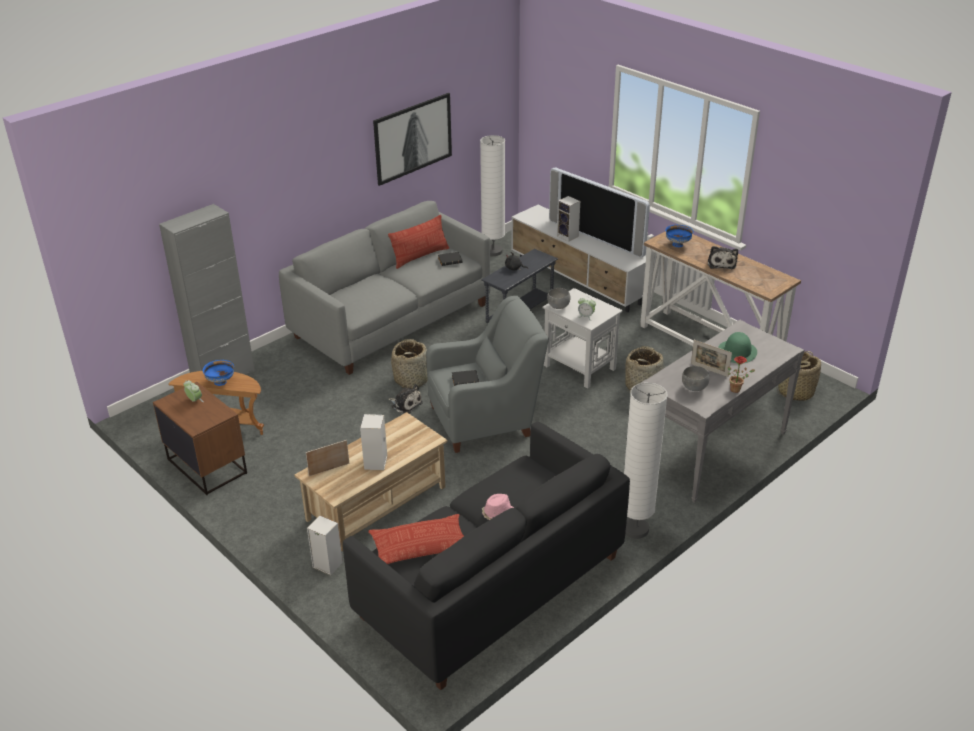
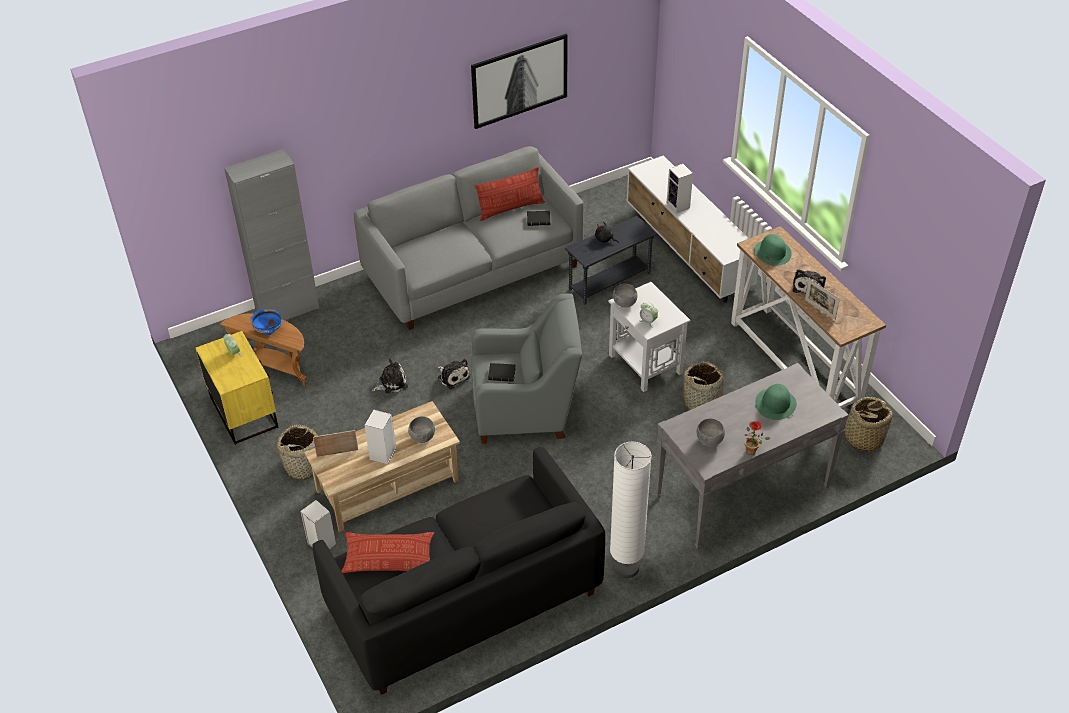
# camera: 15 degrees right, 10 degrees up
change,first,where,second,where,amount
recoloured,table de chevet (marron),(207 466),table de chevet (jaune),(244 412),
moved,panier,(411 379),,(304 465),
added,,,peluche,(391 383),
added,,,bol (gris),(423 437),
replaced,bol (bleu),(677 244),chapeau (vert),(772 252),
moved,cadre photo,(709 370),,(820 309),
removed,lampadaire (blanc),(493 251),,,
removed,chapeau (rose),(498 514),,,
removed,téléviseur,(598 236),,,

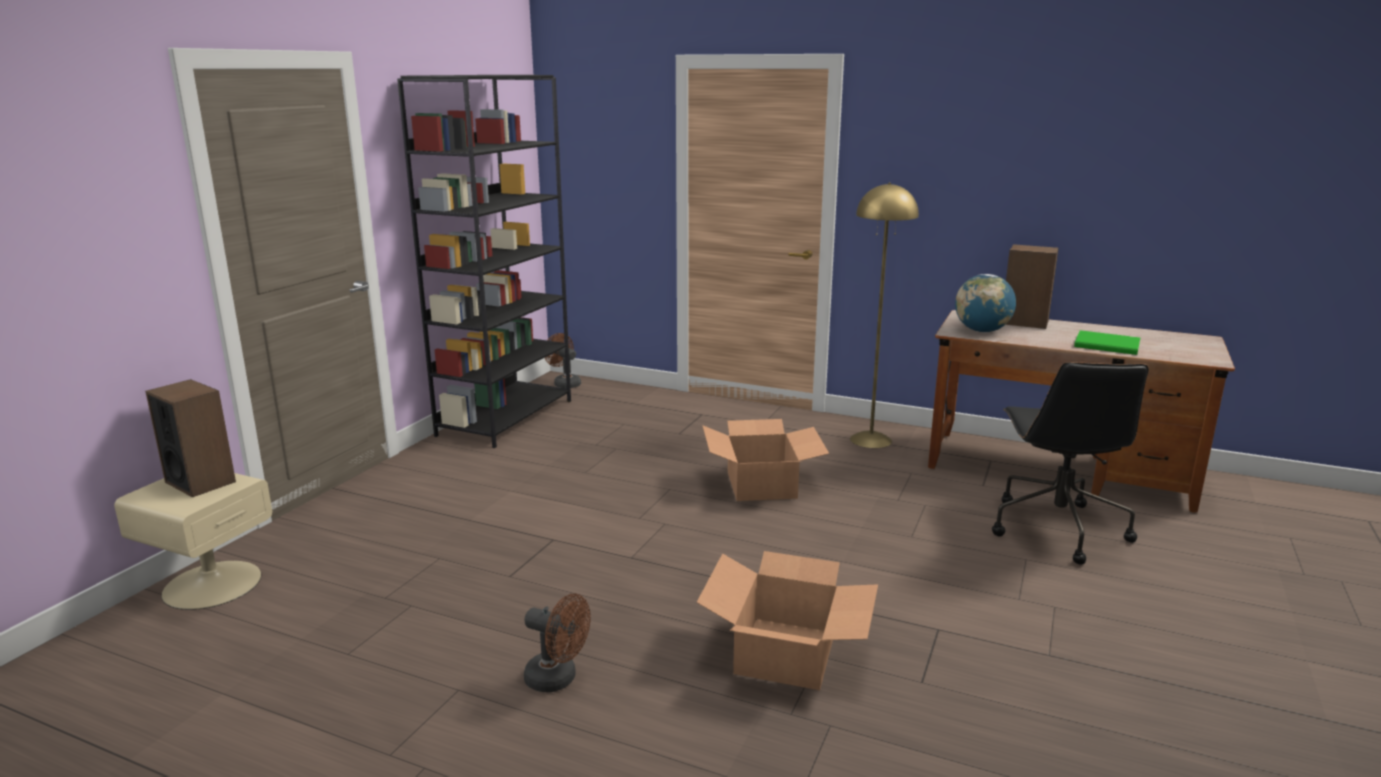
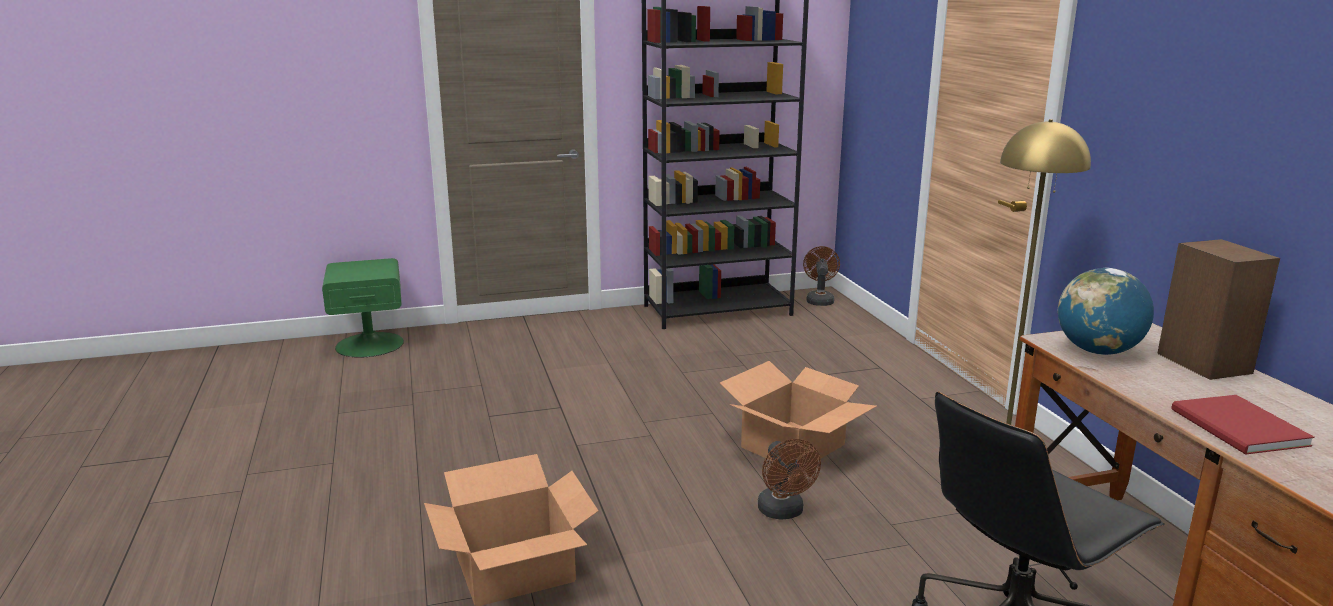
# camera: 50 degrees right, 0 degrees up
change,first,where,second,where,amount
recoloured,table de chevet (beige),(211 584),table de chevet (vert),(370 344),
moved,ventilateur (marron),(558 679),,(783 512),
recoloured,livre (vert),(1108 345),livre (rouge),(1238 429),
removed,enceinte,(200 482),,,

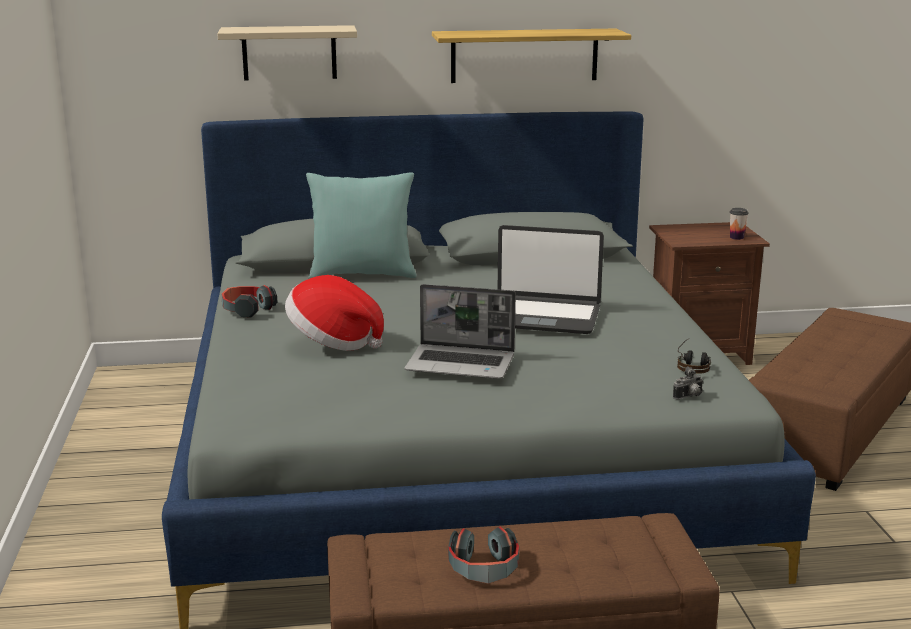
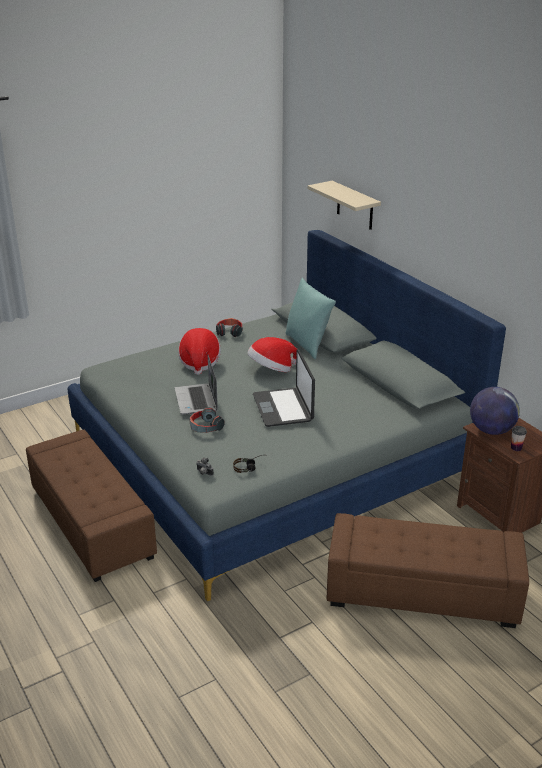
# camera: 65 degrees right, 10 degrees up
change,first,where,second,where,amount
moved,casque audio,(484 568),,(205 427),
added,,,chapeau,(271 370),
added,,,globe,(491 430),
removed,étagère,(524 55),,,

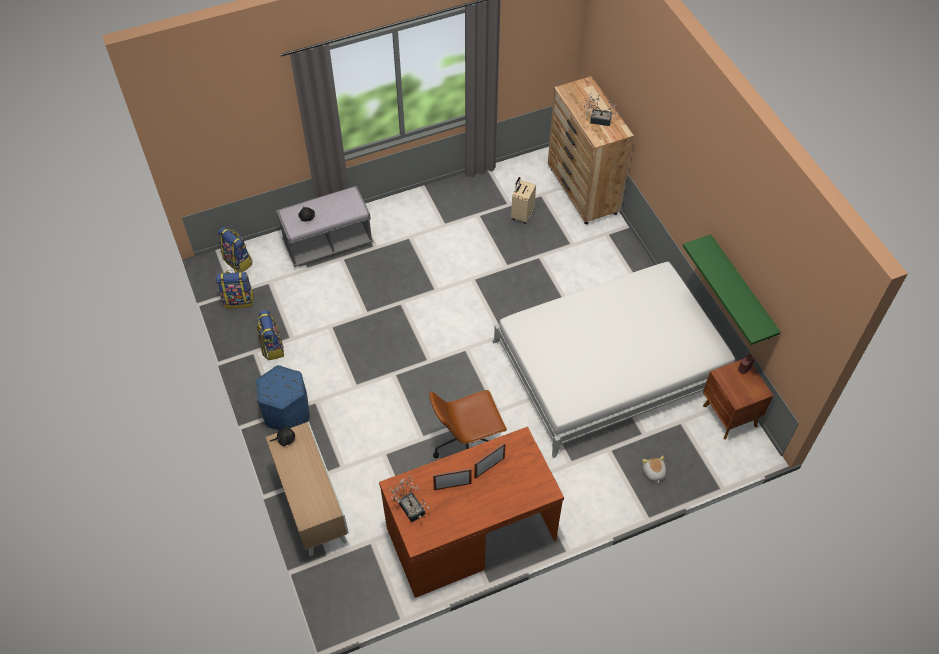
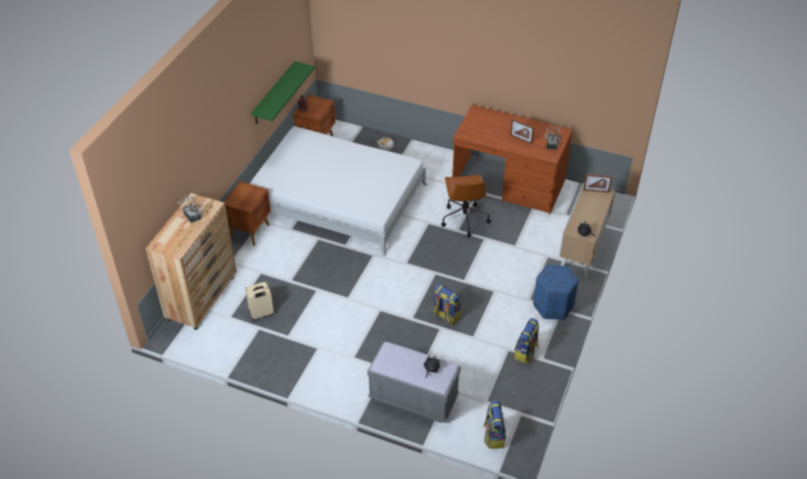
# camera: 135 degrees left, 10 degrees down
change,first,where,second,where,amount
added,,,table de chevet (marron),(250 231),
moved,sac à dos,(239 300),,(445 315),
turned,chaise de bureau (marron),(467 445),,(464 219),60 degrees clockwise
moved,cadre photo,(489 467),,(596 191),

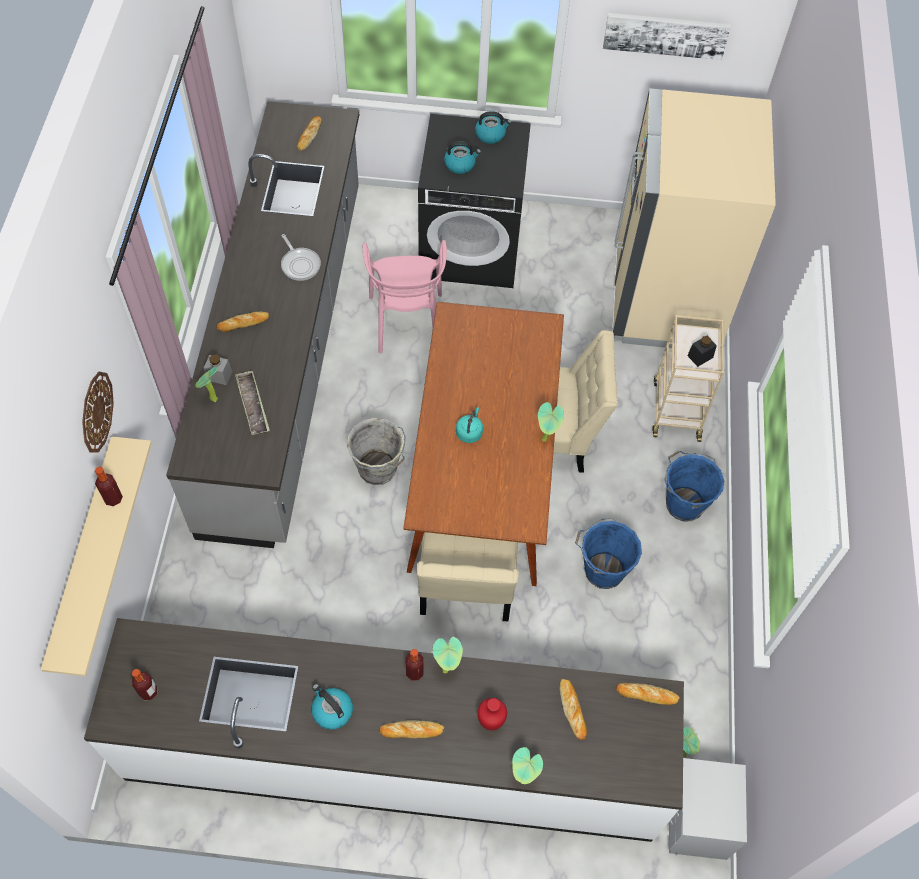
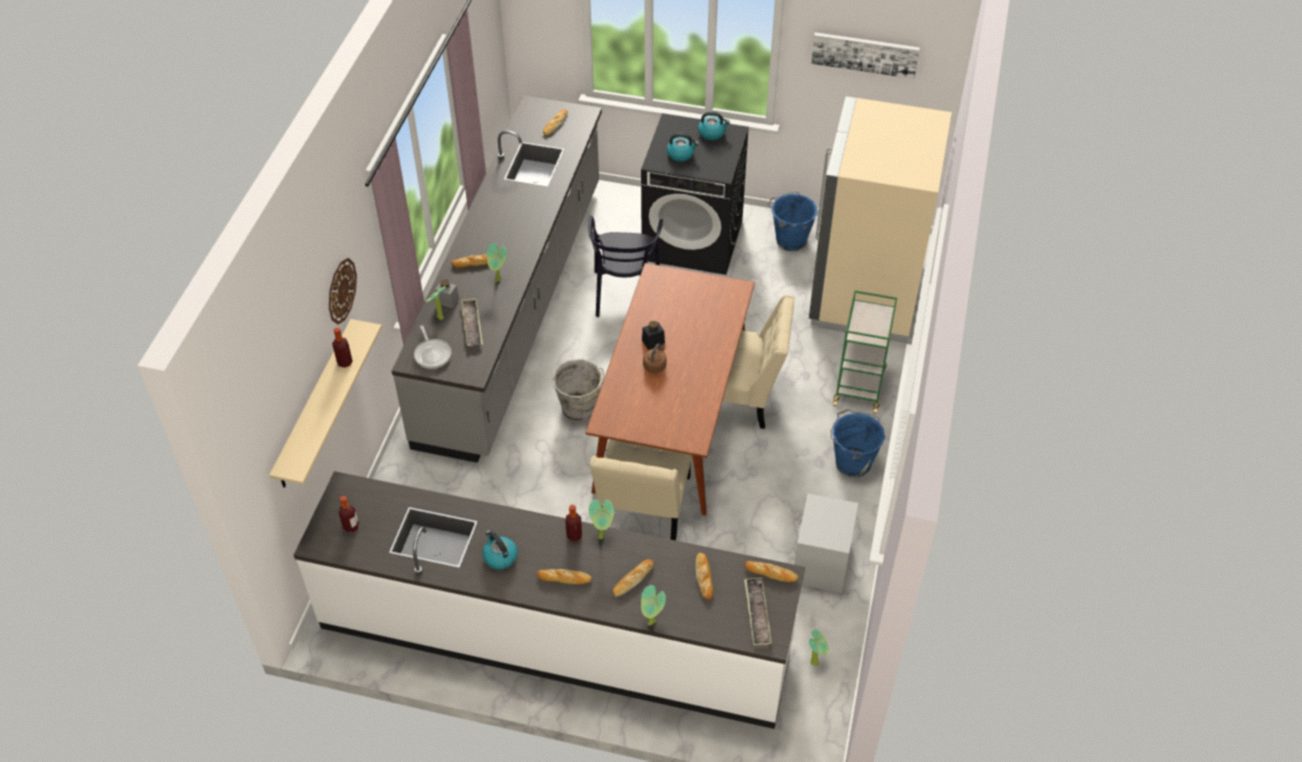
# camera: 10 degrees right, 10 degrees down
change,first,where,second,where,amount
moved,poêle,(300 264),,(432 354),
moved,plante en pot,(546 439),,(498 280),
recoloured,chaise (rose),(406 321),chaise (noir),(625 294),
replaced,vase (rouge),(491 722),pain,(633 579),
moved,bocal (noir),(700 356),,(653 342),
recoloured,bouilloire (turquoise),(469 432),bouilloire (marron),(655 365),
added,,,plateau,(757 614),
moved,seau (bleu),(602 570),,(790 240),
moved,table de chevet (gris),(697 819),,(821 563),
recoloured,chariot (beige),(676 409),chariot (vert),(859 385),

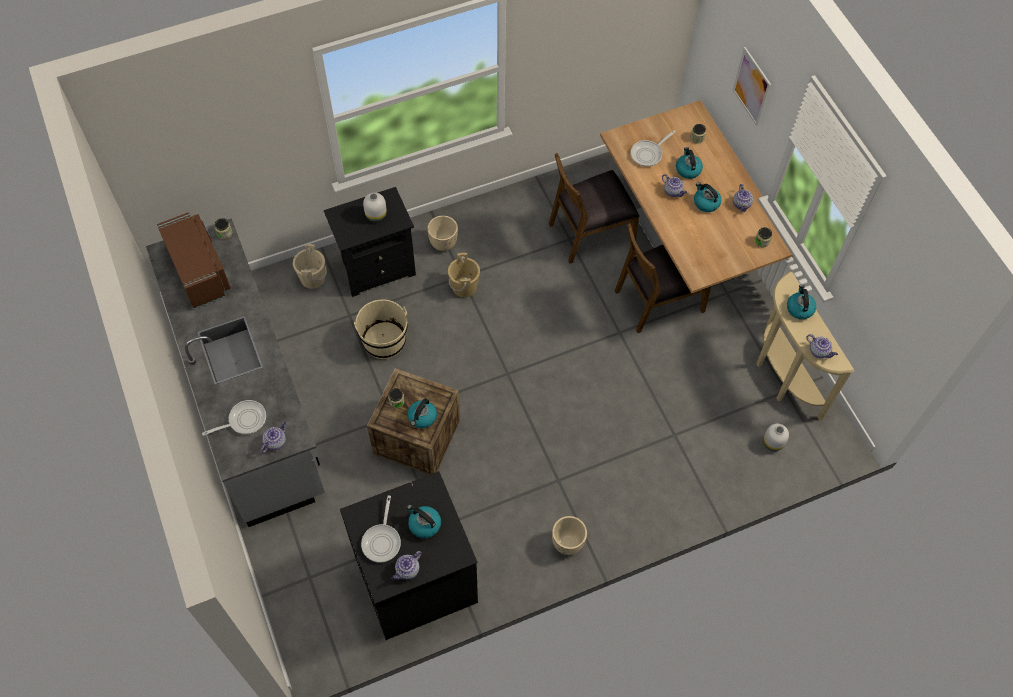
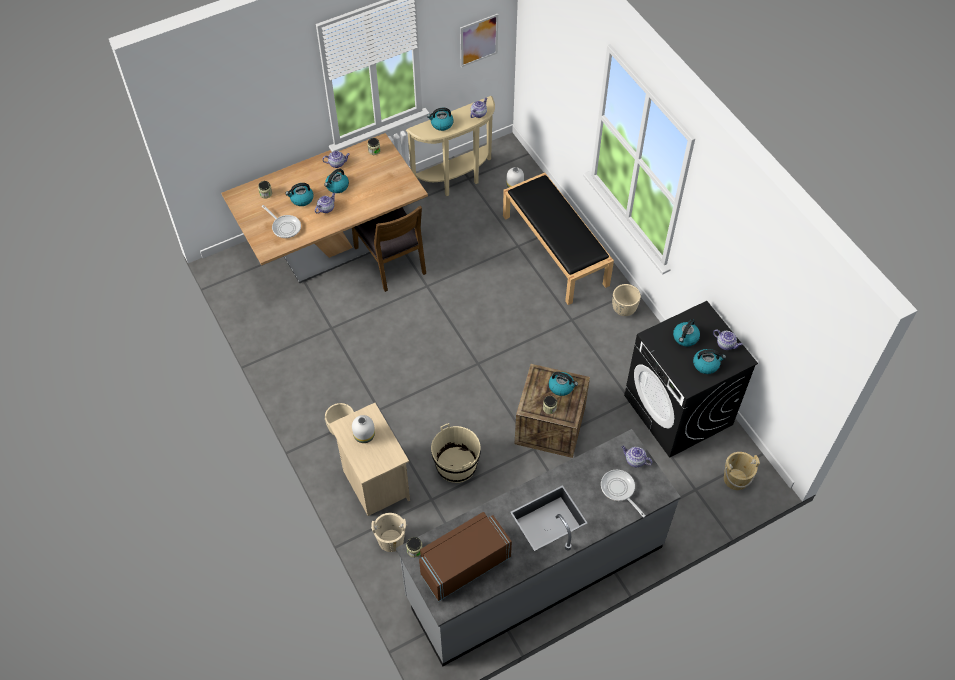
# camera: 95 degrees left, 5 degrees down
change,first,where,second,where,amount
recoloured,table de chevet (noir),(377 267),table de chevet (beige),(374 483),
moved,tableau,(752 87),,(478 40),
added,,,banc (noir),(556 250),
replaced,poêle,(382 540),bouilloire,(706 364),
moved,seau (beige),(464 286),,(735 479),
removed,chaise (marron),(590 232),,,

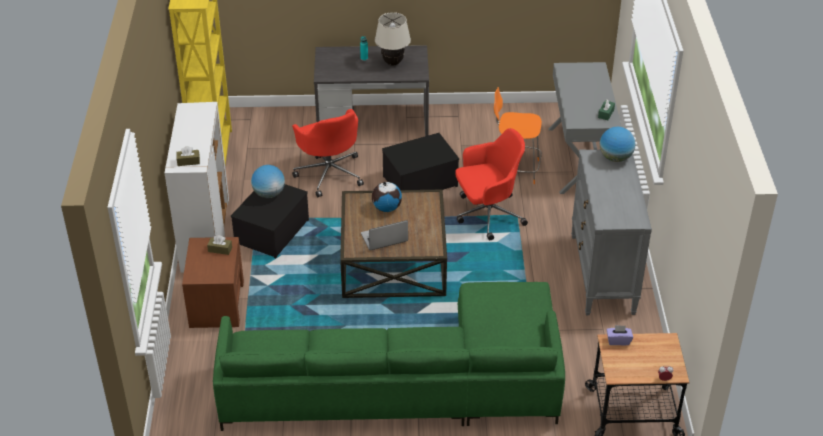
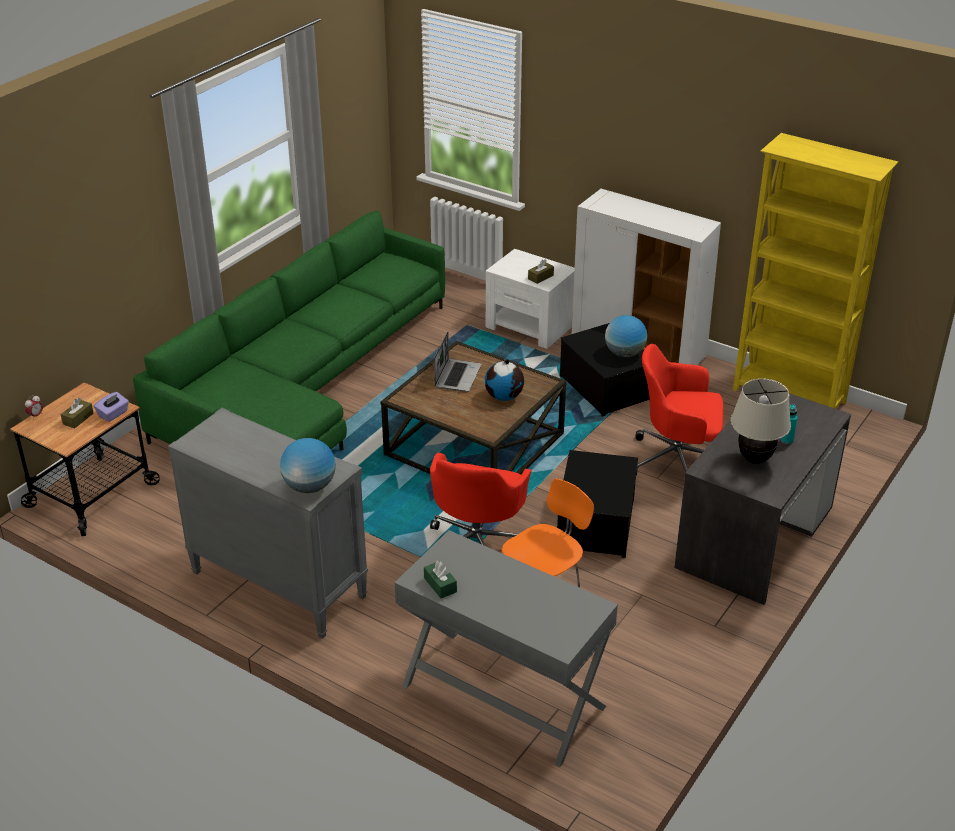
# camera: 125 degrees right, 5 degrees down
change,first,where,second,where,amount
moved,boîte à mouchoirs (marron),(188 161),,(78 419),
recoloured,table de chevet (marron),(217 303),table de chevet (blanc),(530 326),

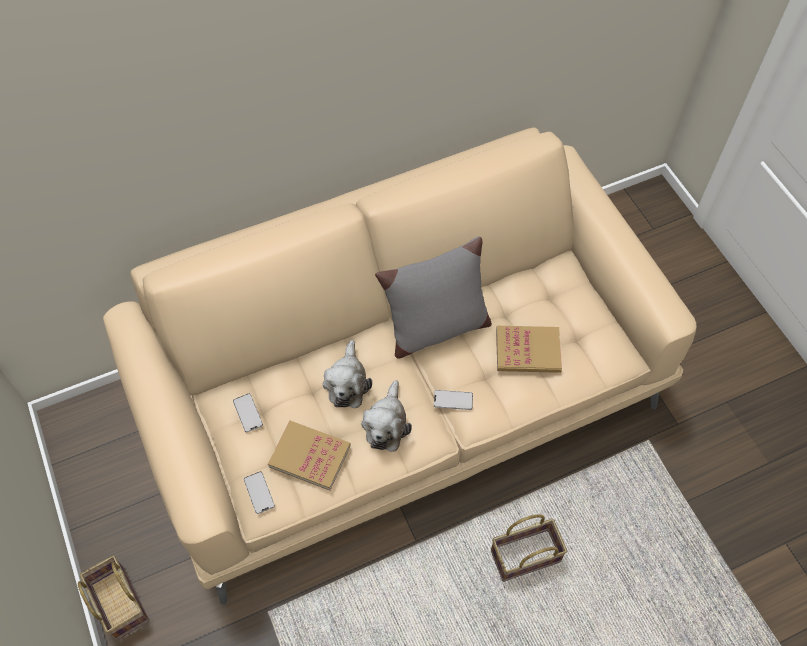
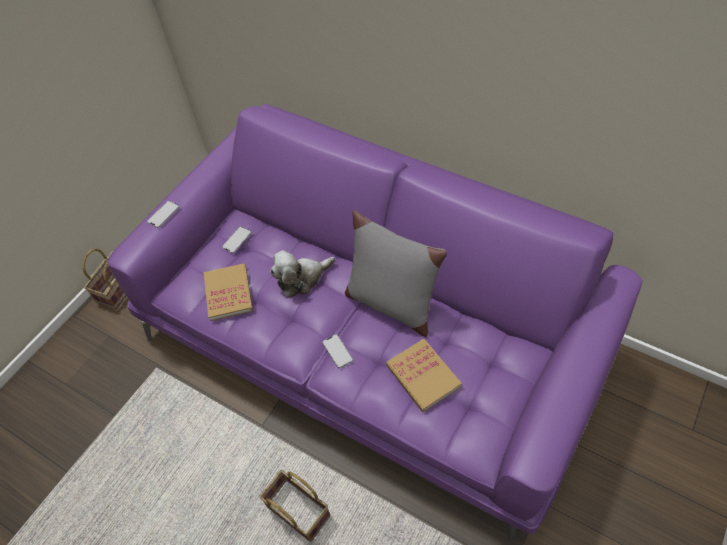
# camera: 60 degrees right, 5 degrees down
change,first,where,second,where,amount
recoloured,canapé (beige),(403 393),canapé (violet),(370 342),
moved,téléphone,(259 493),,(163 214),
removed,peluche,(386 424),,,

